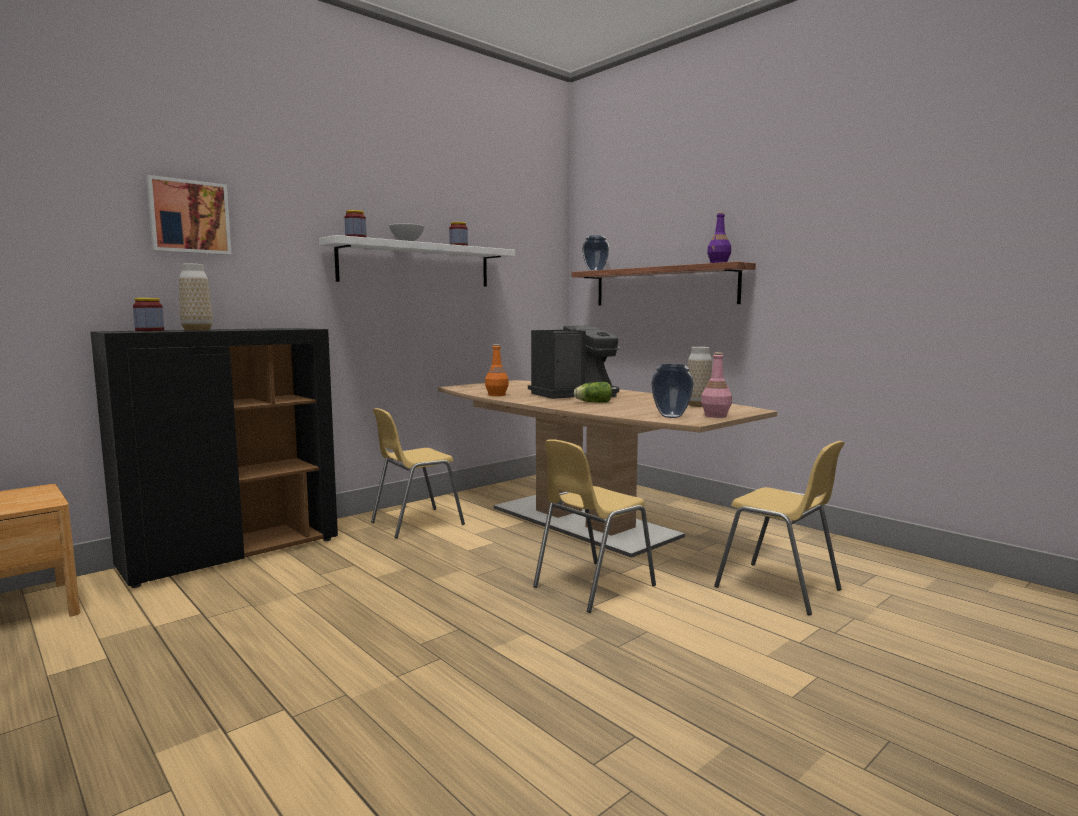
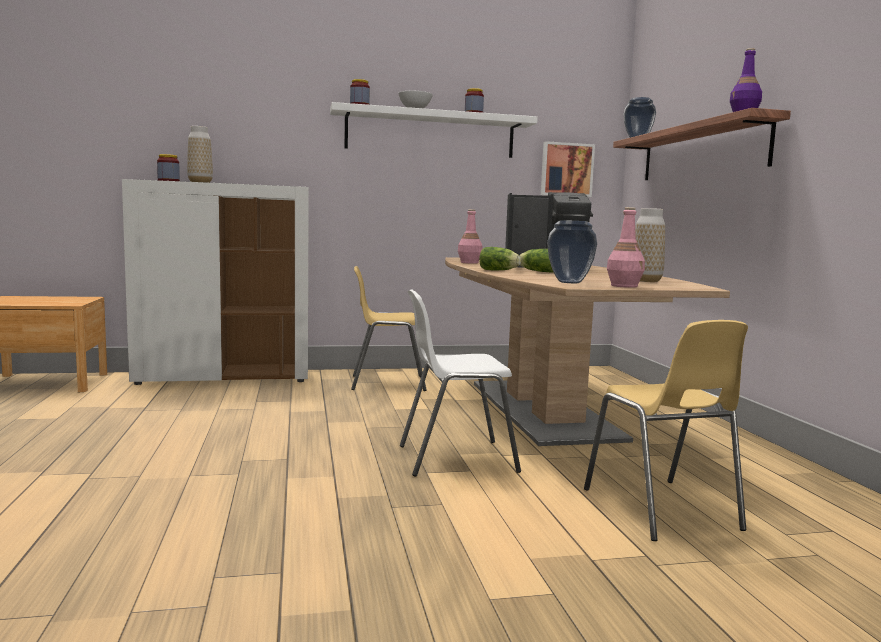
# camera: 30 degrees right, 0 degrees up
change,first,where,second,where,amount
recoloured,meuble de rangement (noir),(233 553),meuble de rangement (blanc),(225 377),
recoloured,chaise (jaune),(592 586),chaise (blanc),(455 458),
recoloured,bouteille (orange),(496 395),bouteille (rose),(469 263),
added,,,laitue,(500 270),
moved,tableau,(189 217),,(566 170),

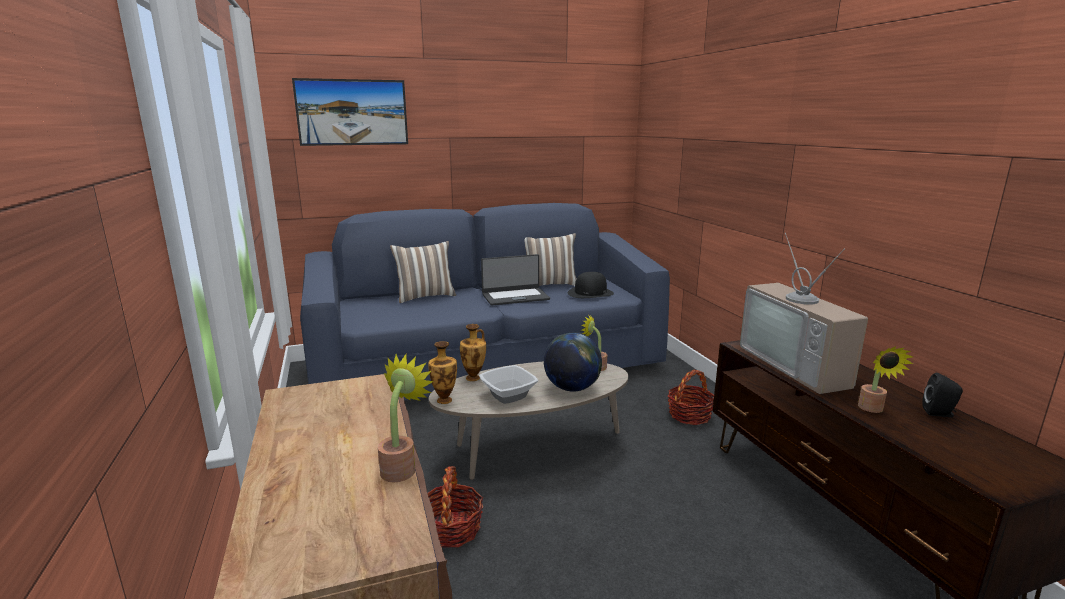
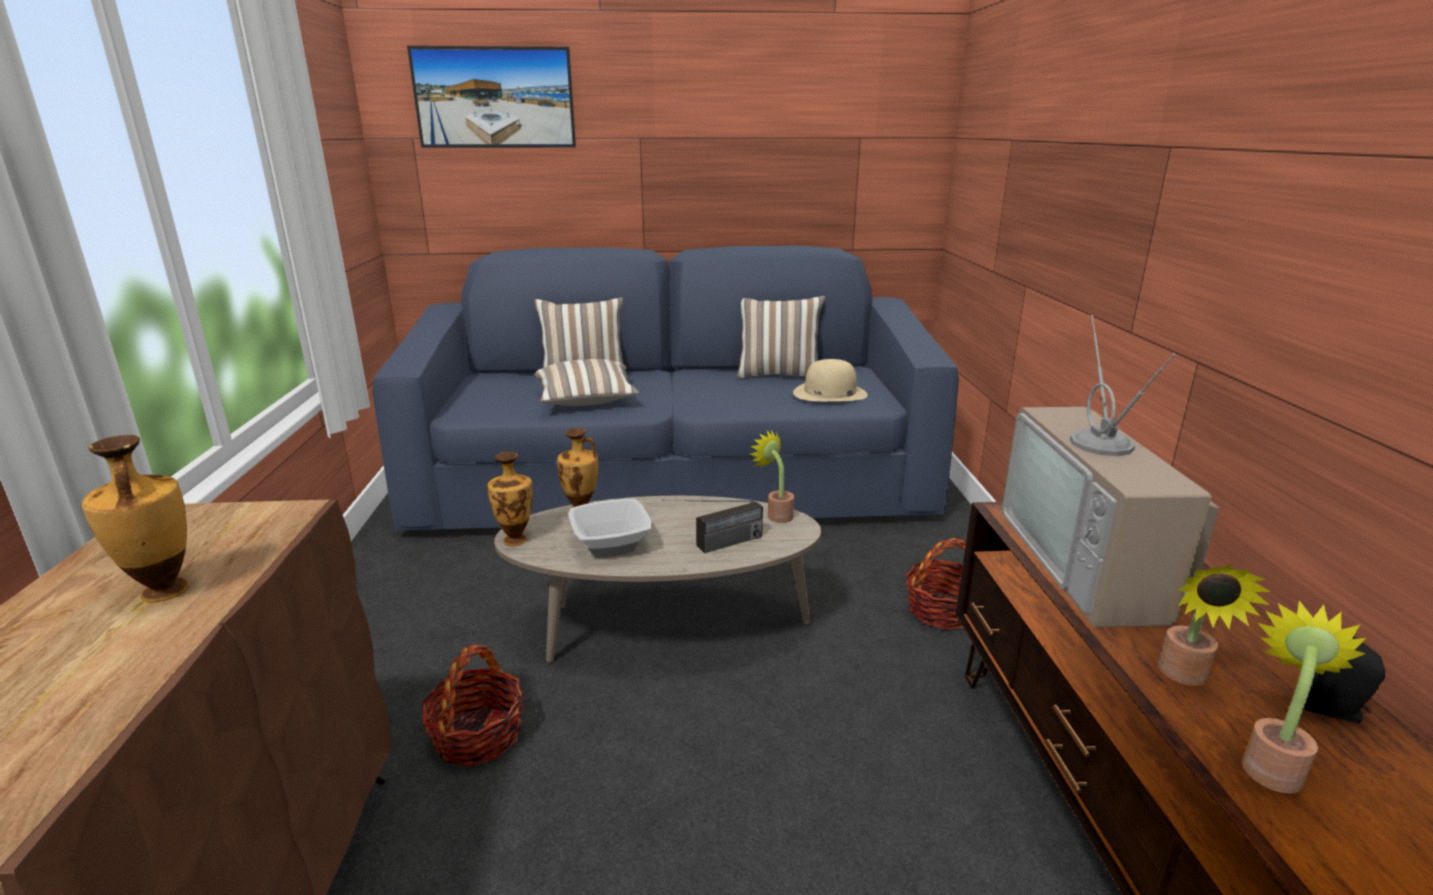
# camera: 15 degrees right, 5 degrees up
change,first,where,second,where,amount
added,,,vase,(164 593),
added,,,coussin,(586 401),
replaced,globe,(572 388),radio,(714 546),
recoloured,chapeau (noir),(590 293),chapeau (beige),(829 393),
moved,plante en pot,(402 467),,(1272 765),
removed,ordinateur portable,(515 297),,,

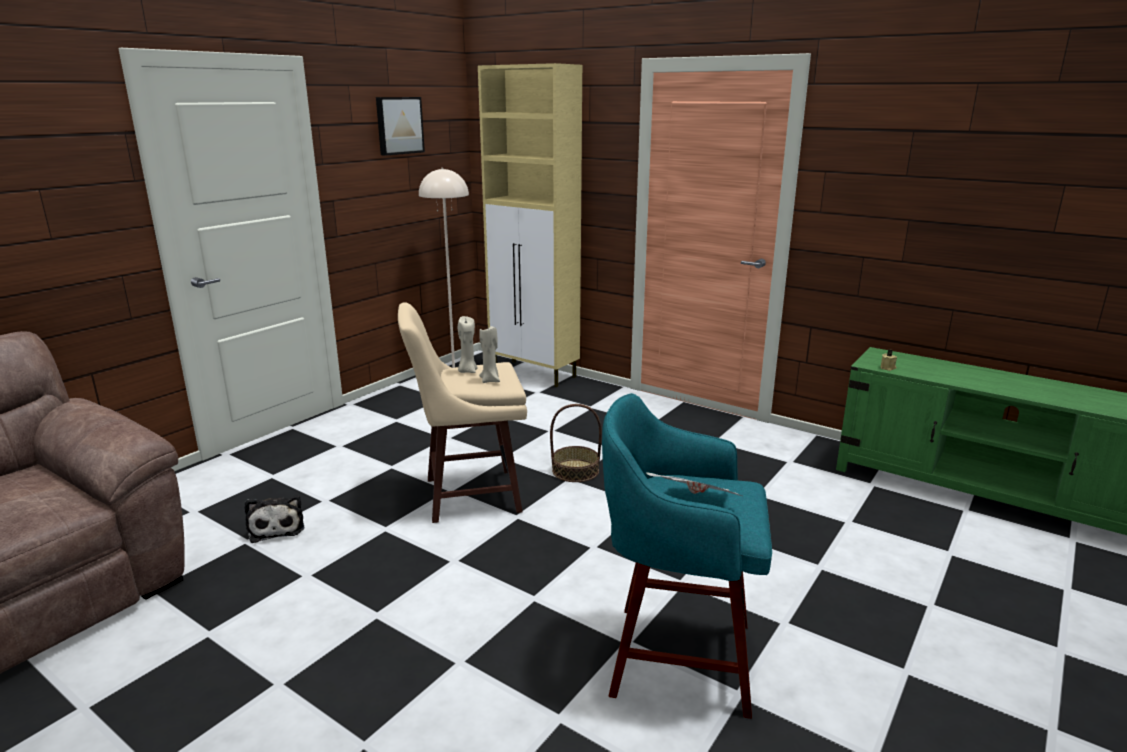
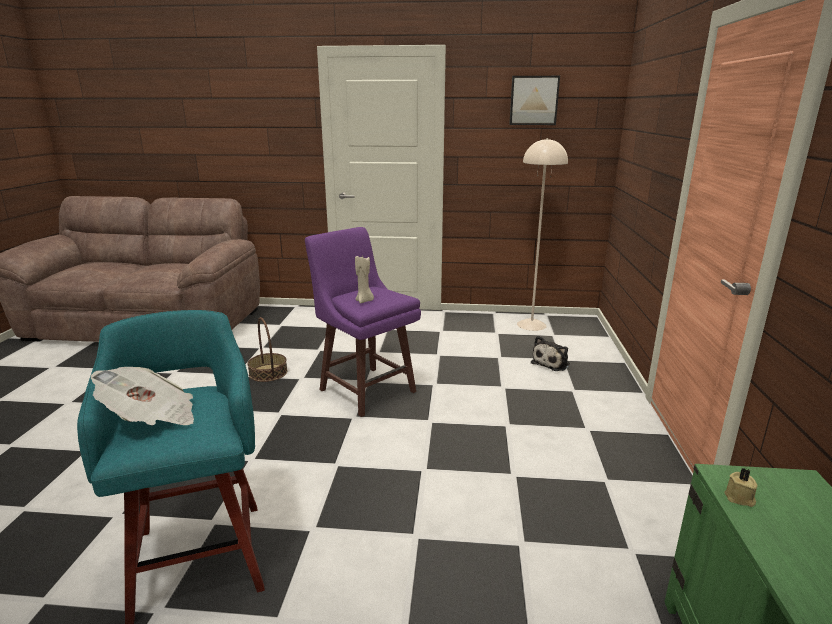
# camera: 60 degrees right, 0 degrees up
change,first,where,second,where,amount
moved,panier,(575 471),,(268 373),
recoloured,tabouret (beige),(469 495),tabouret (violet),(366 389),
moved,peluche,(277 527),,(552 363),
removed,bougie (beige),(467 371),,,
removed,meuble de rangement (beige),(535 374),,,

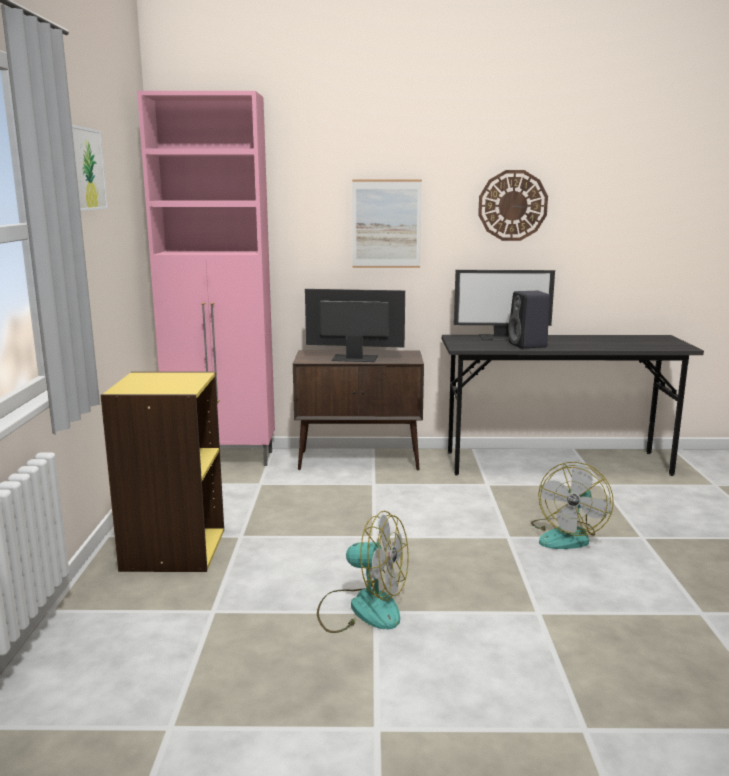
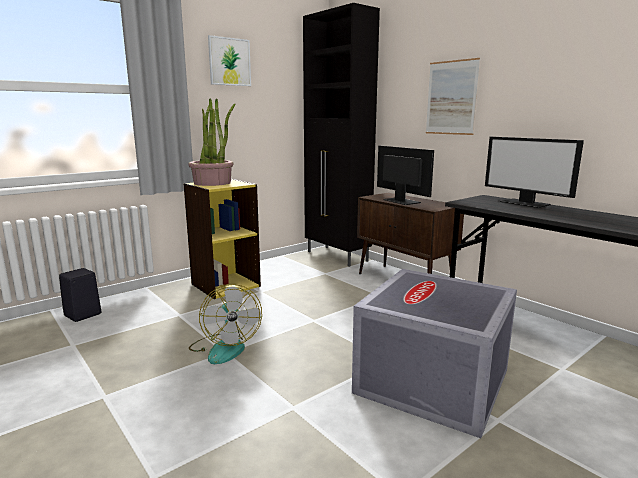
# camera: 50 degrees right, 0 degrees up
change,first,where,second,where,amount
moved,enceinte (noir),(528 345),,(82 315),
added,,,plante en pot,(213 183),
recoloured,meuble de rangement (rose),(224 458),meuble de rangement (noir),(337 256),
replaced,ventilateur,(567 535),boîte de rangement (gris),(433 383),
removed,horloge murale,(512 205),,,

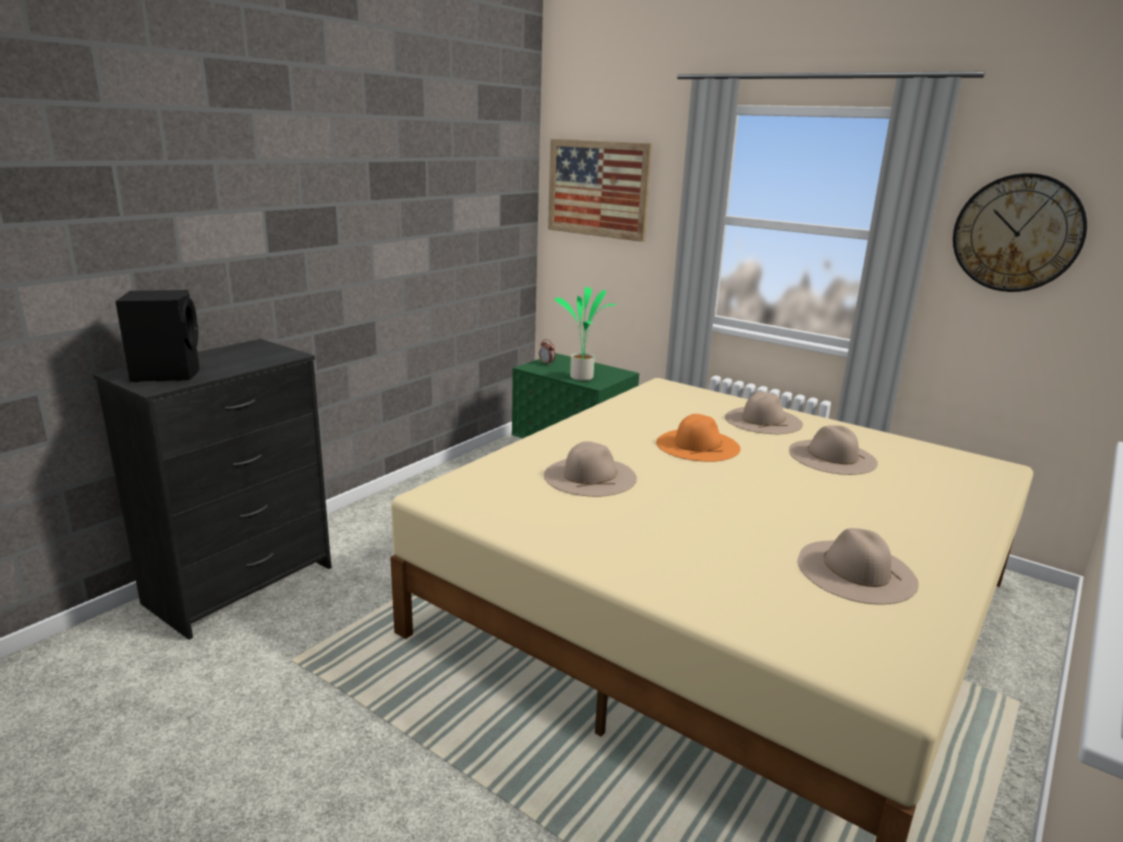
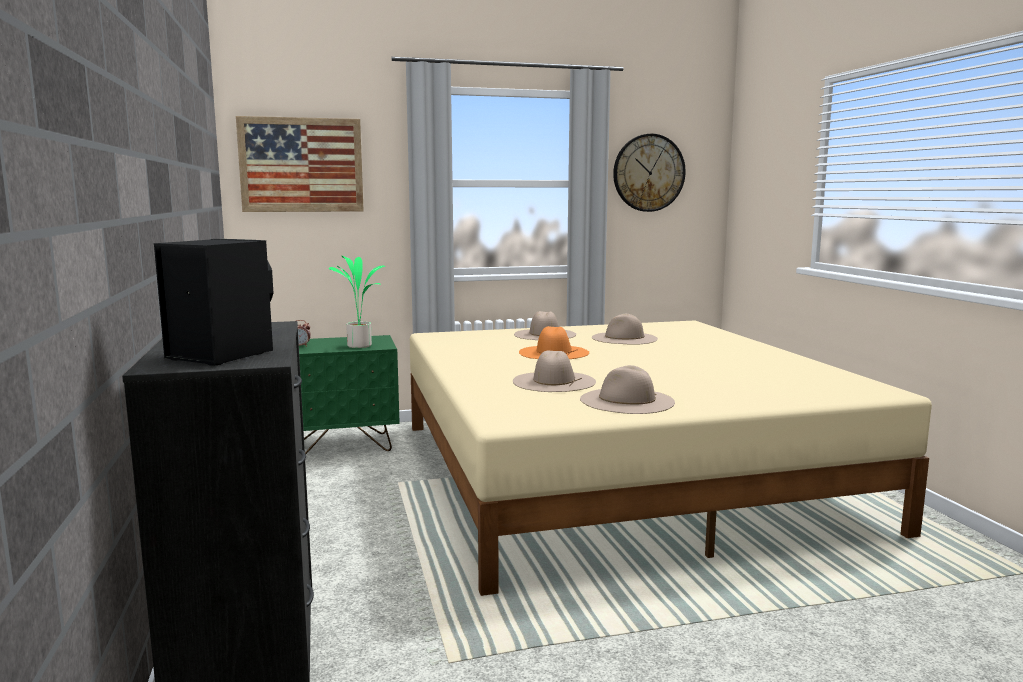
# camera: 50 degrees left, 10 degrees down
change,first,where,second,where,amount
moved,chapeau (beige),(855 570),,(627 400),

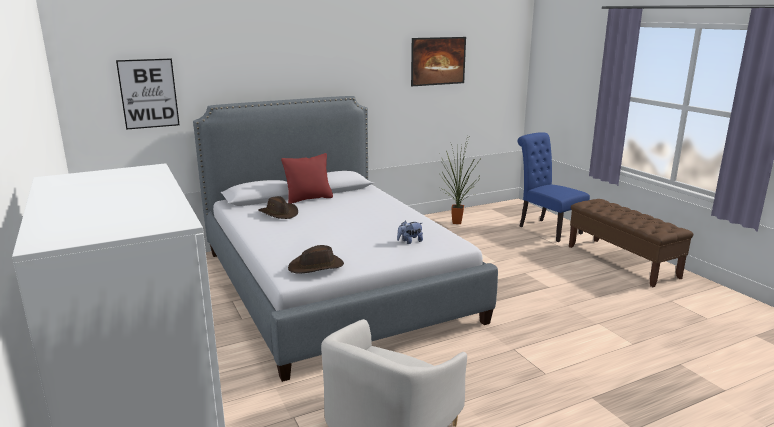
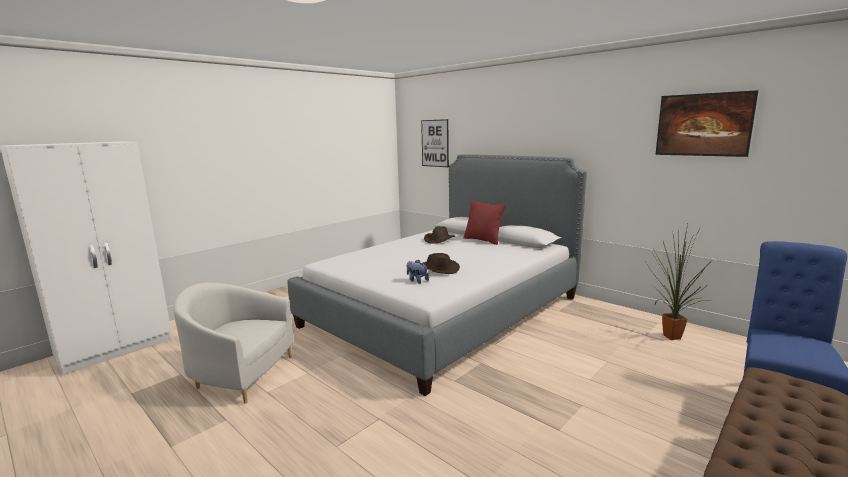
# camera: 70 degrees right, 5 degrees down
change,first,where,second,where,amount
moved,chapeau (marron),(316 267),,(438 269),

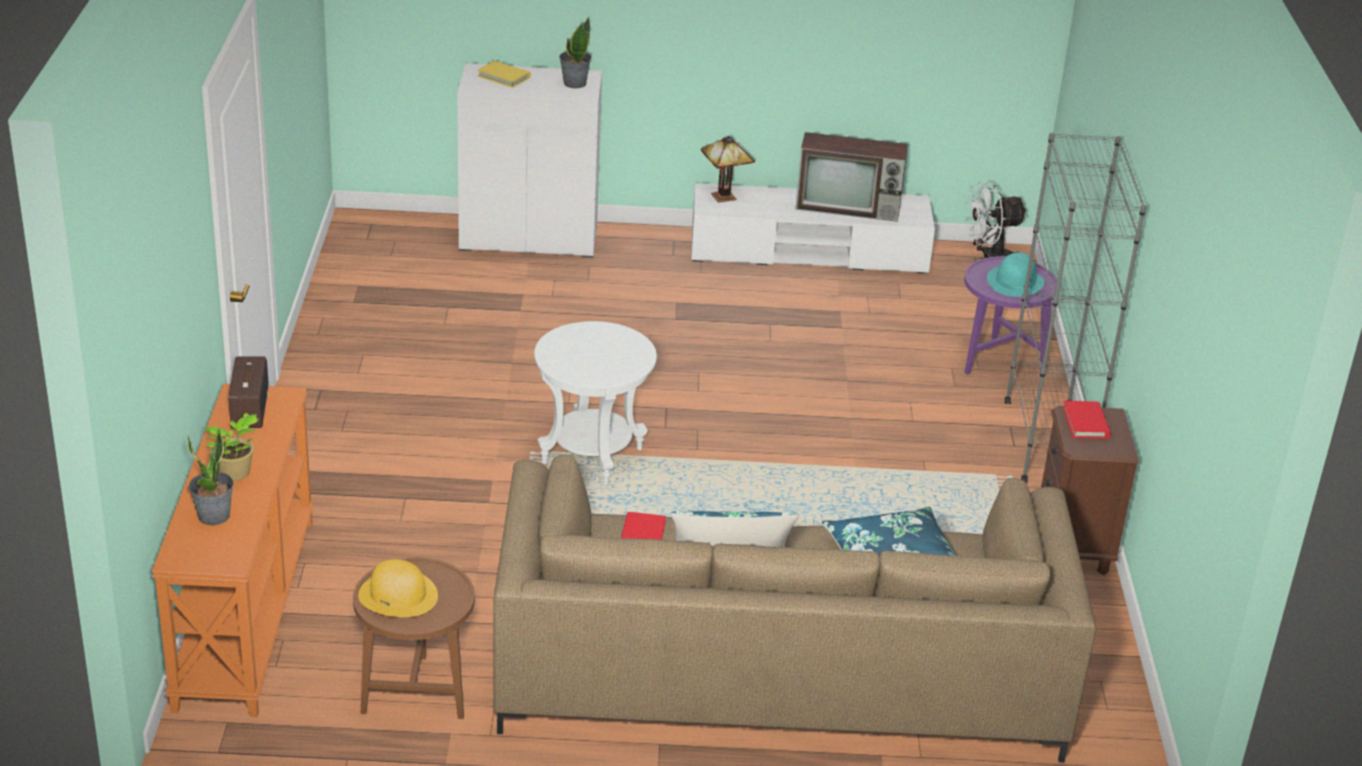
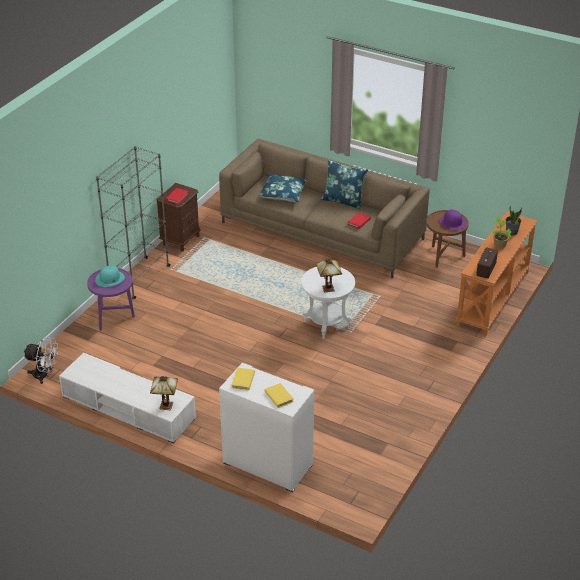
# camera: 150 degrees left, 5 degrees up
change,first,where,second,where,amount
replaced,plante en pot,(574 83),livre (jaune),(243 380),
added,,,lampe de table,(327 288),
recoloured,chapeau (jaune),(398 595),chapeau (violet),(452 222),
removed,téléviseur,(850 207),,,

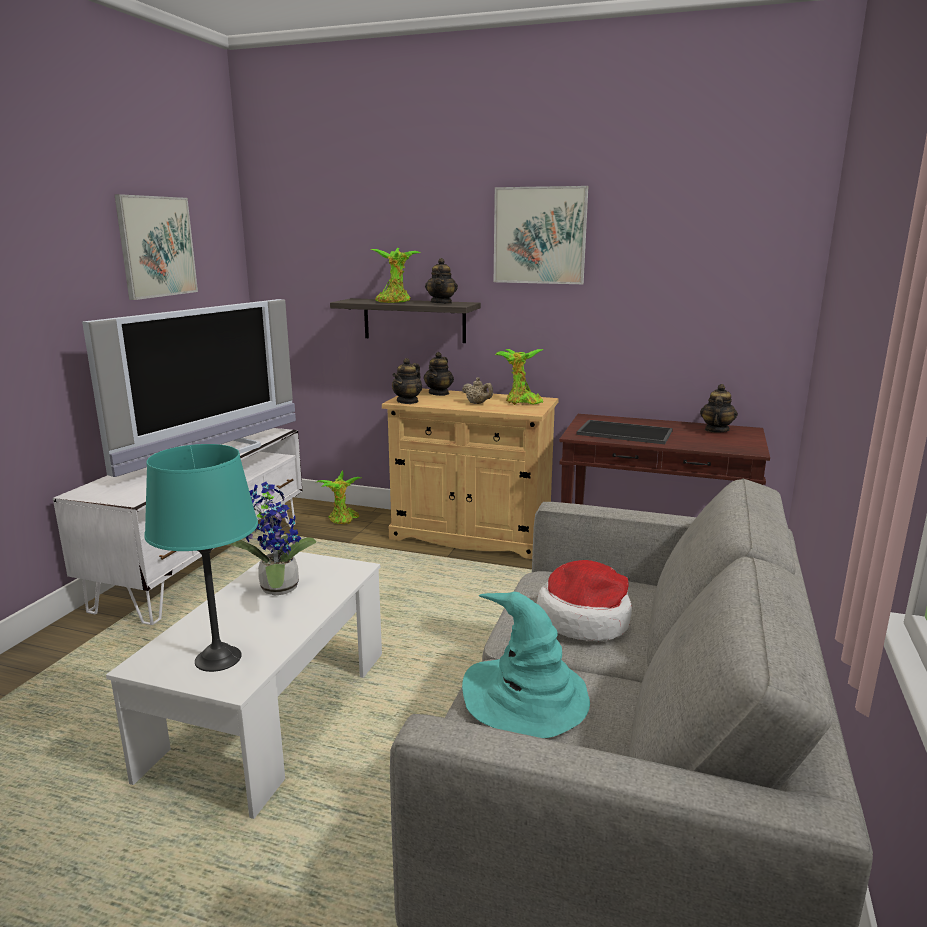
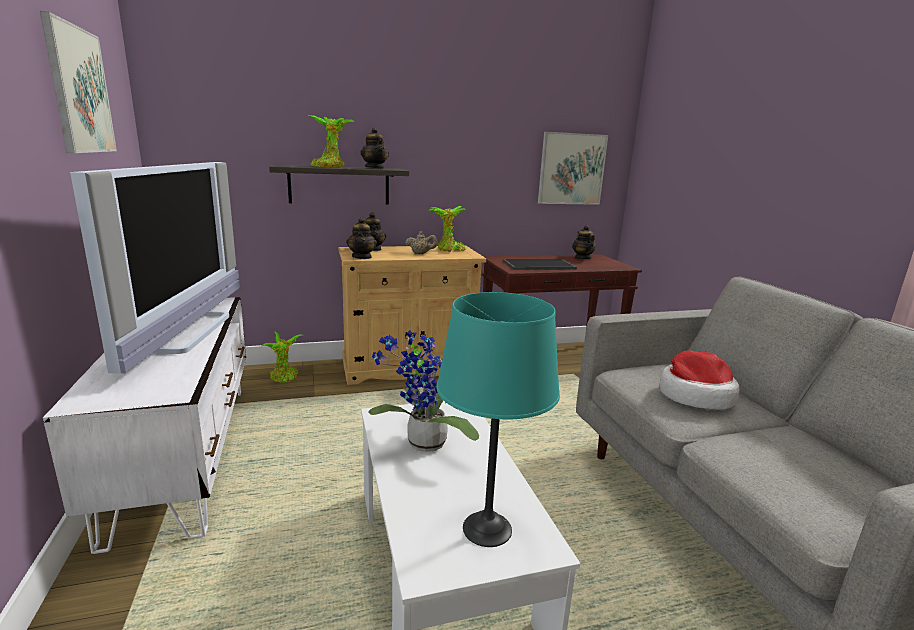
# camera: 35 degrees left, 0 degrees up
change,first,where,second,where,amount
moved,tableau,(539 235),,(571 169),
removed,chapeau (turquoise),(527 698),,,

